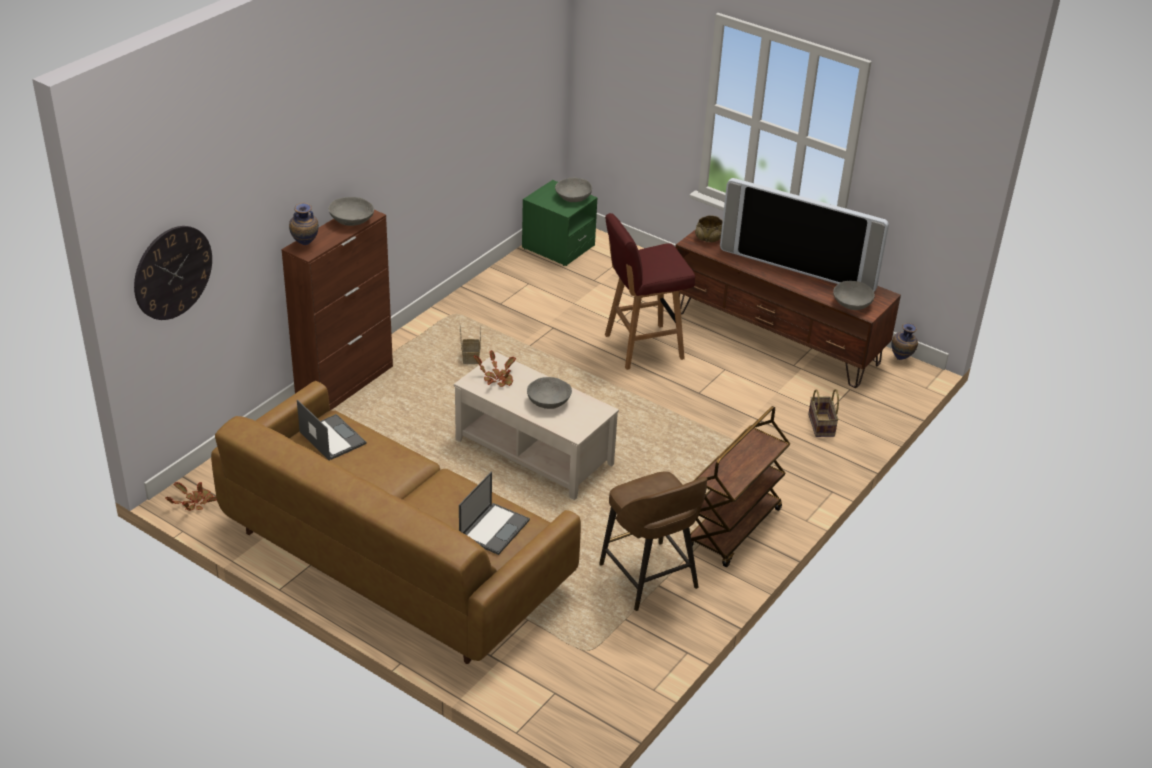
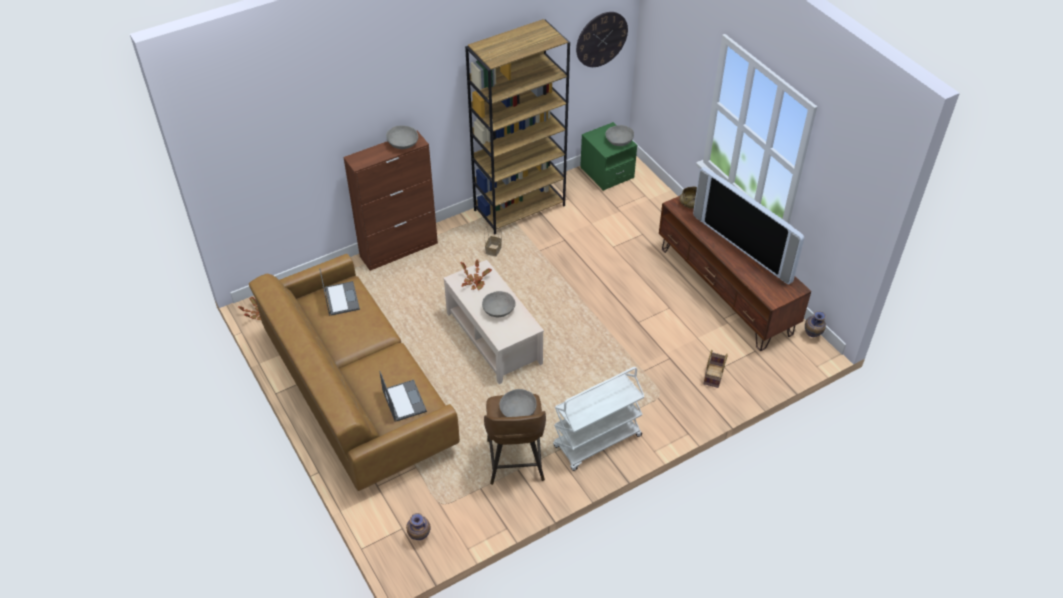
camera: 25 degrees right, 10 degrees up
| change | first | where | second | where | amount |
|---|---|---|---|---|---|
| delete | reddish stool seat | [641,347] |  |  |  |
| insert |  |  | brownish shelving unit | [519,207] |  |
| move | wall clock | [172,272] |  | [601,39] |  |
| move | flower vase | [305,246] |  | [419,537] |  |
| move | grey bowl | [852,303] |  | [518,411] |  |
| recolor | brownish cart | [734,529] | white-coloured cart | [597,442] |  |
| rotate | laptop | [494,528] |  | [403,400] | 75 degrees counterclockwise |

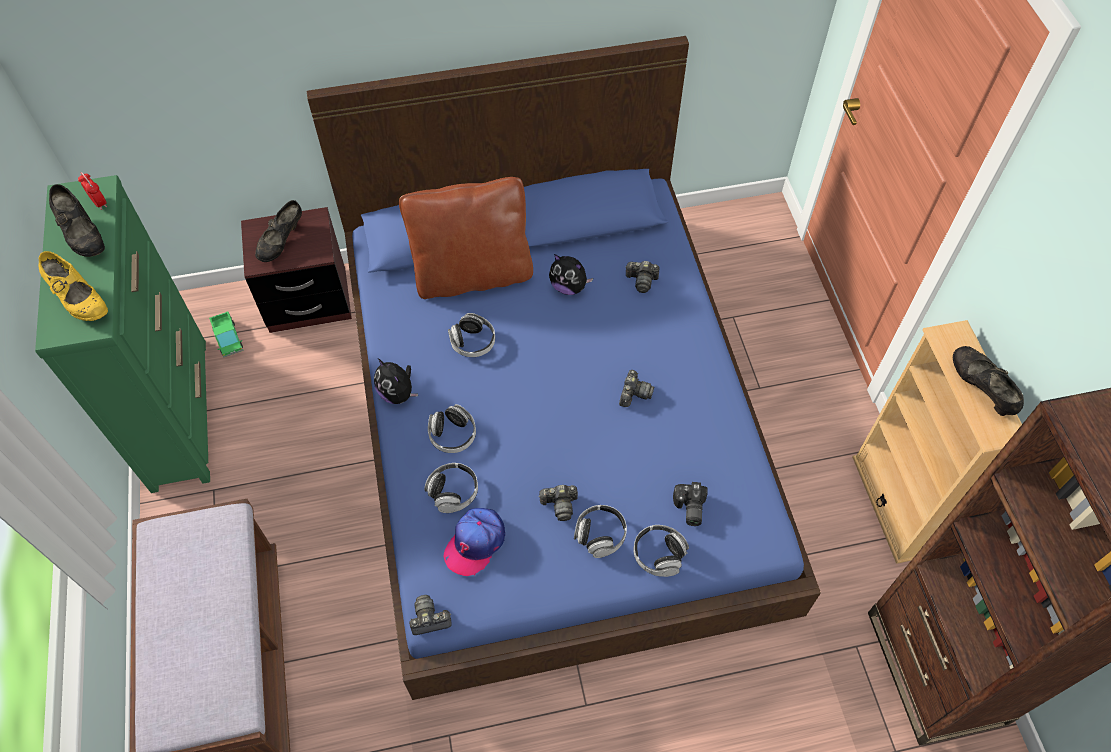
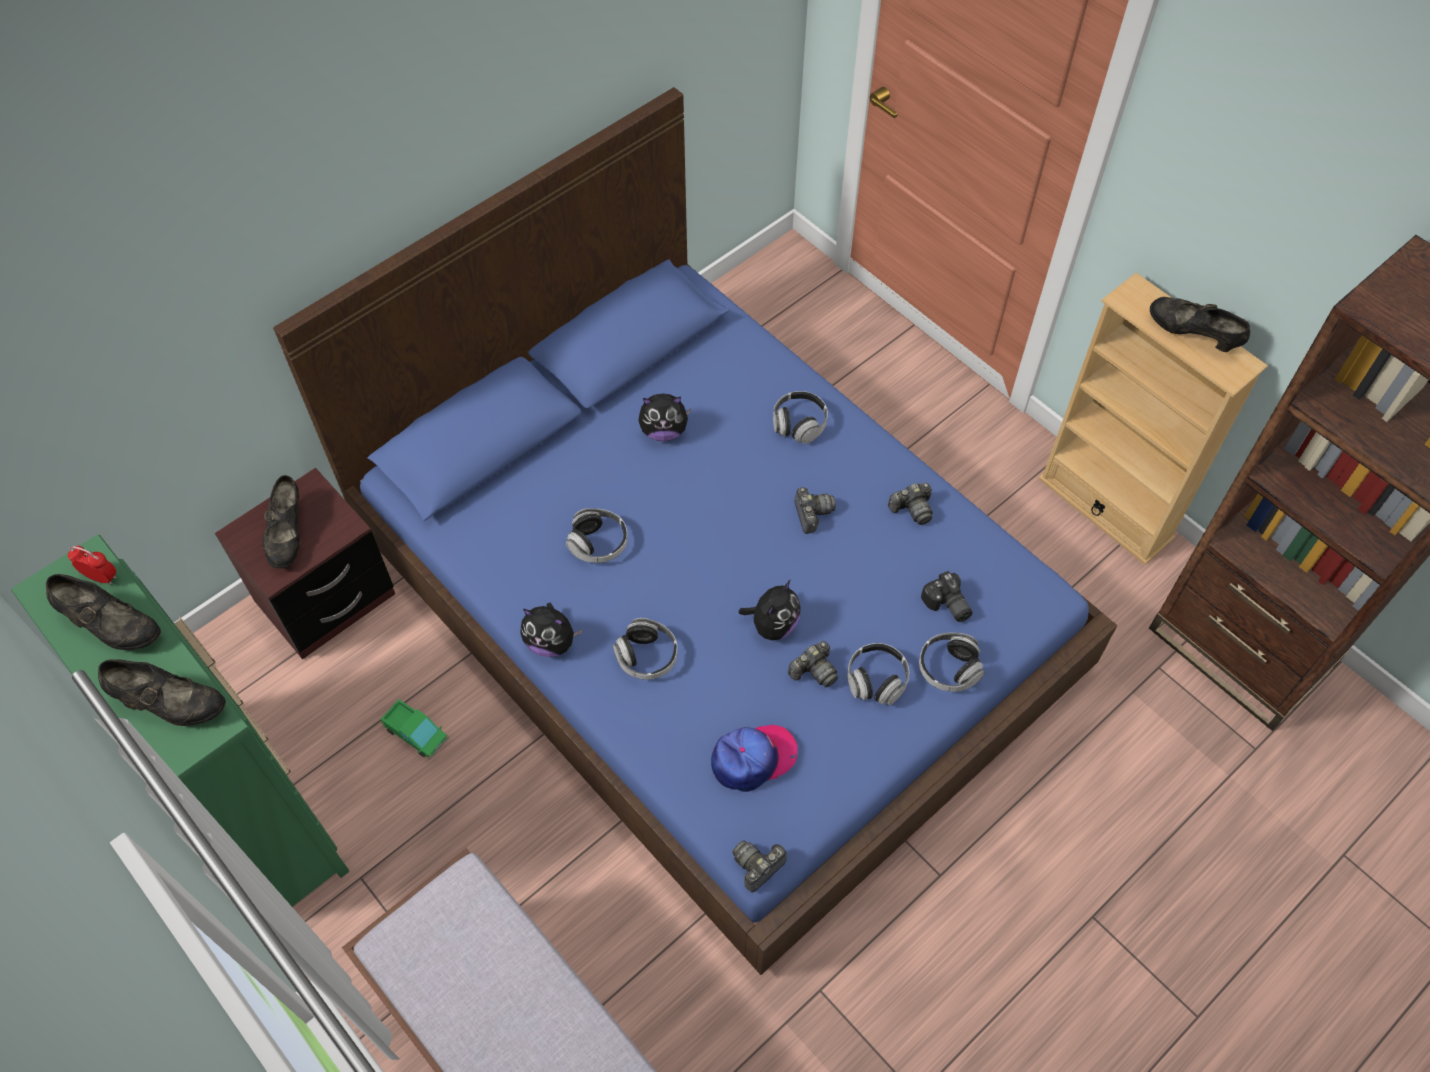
camera: 30 degrees left, 0 degrees up
| change | first | where | second | where | amount |
|---|---|---|---|---|---|
| delete | brownish pillow | [472,274] |  |  |  |
| insert |  |  | soft toy | [773,625] |  |
| move | model truck | [228,339] |  | [416,733] |  |
| move | pair of headphones | [453,492] |  | [799,424] |  |
| move | still camera | [641,281] |  | [912,509] |  |
| recolor | yellowish item of footwear | [80,301] | black item of footwear | [171,705] |  |
| rotate | peaked cap | [475,543] |  | [753,759] | 120 degrees counterclockwise |

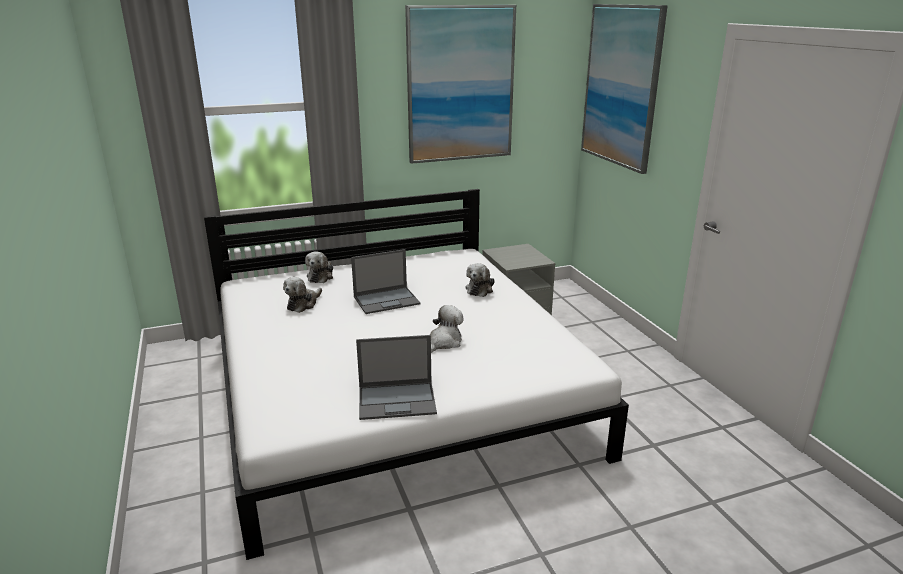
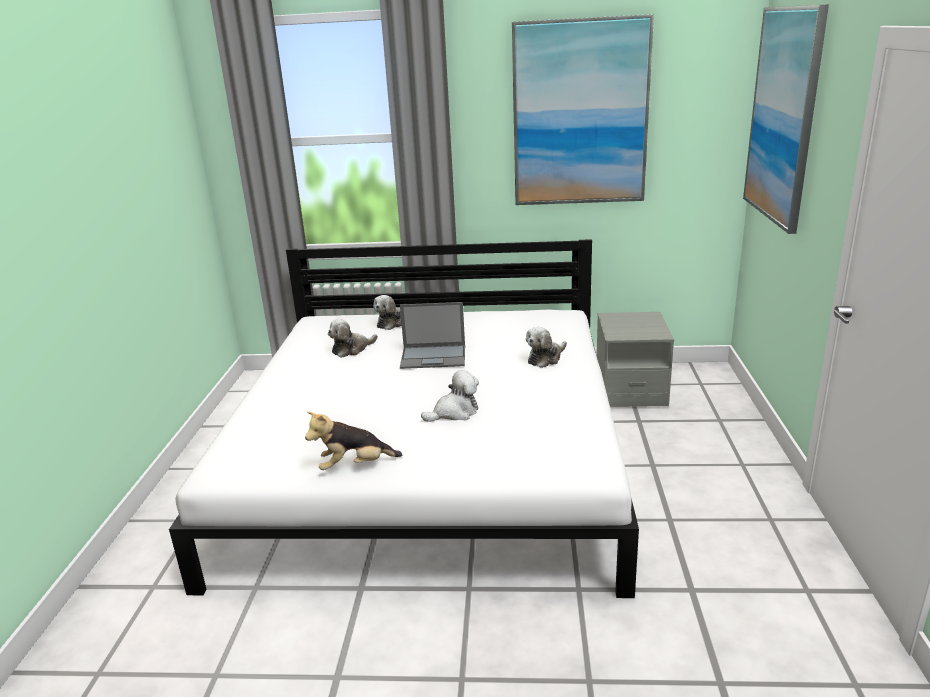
camera: 25 degrees right, 0 degrees up
| change | first | where | second | where | amount |
|---|---|---|---|---|---|
| replace | laptop | [398,400] | soft toy | [354,466] |  |

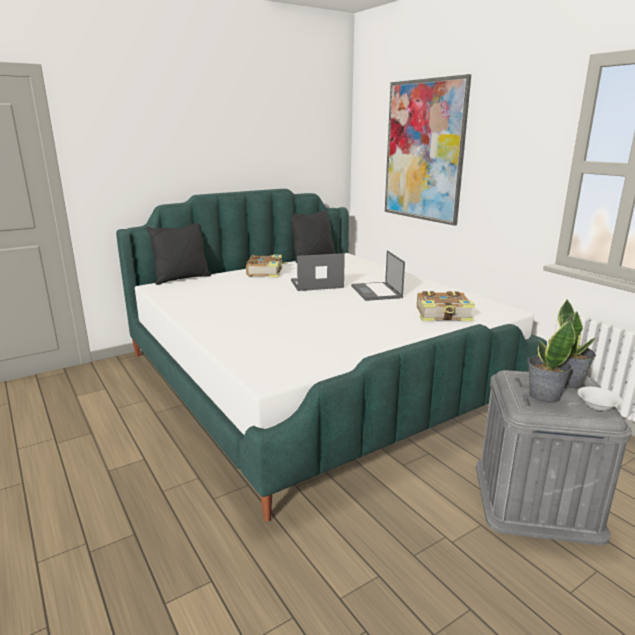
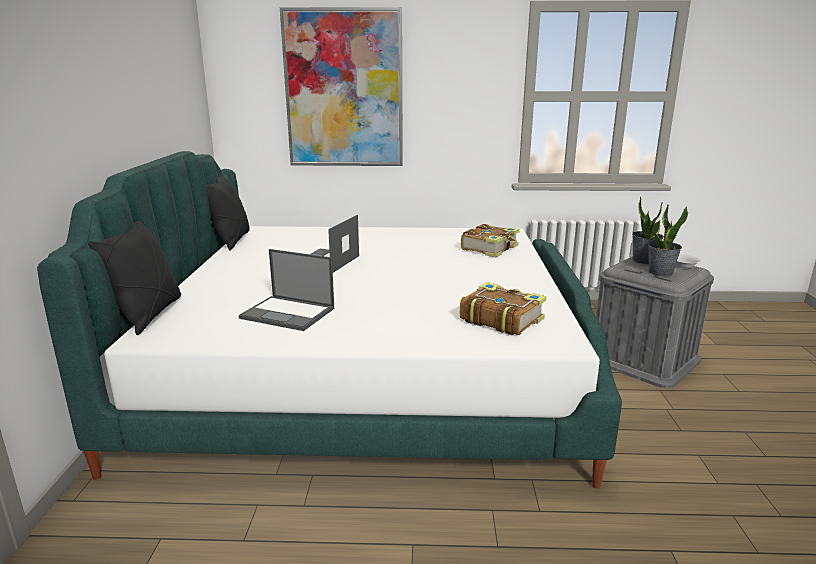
camera: 55 degrees left, 0 degrees up
| change | first | where | second | where | amount |
|---|---|---|---|---|---|
| move | book | [266,272] |  | [501,319] |  |
| move | laptop | [376,292] |  | [289,313] |  |

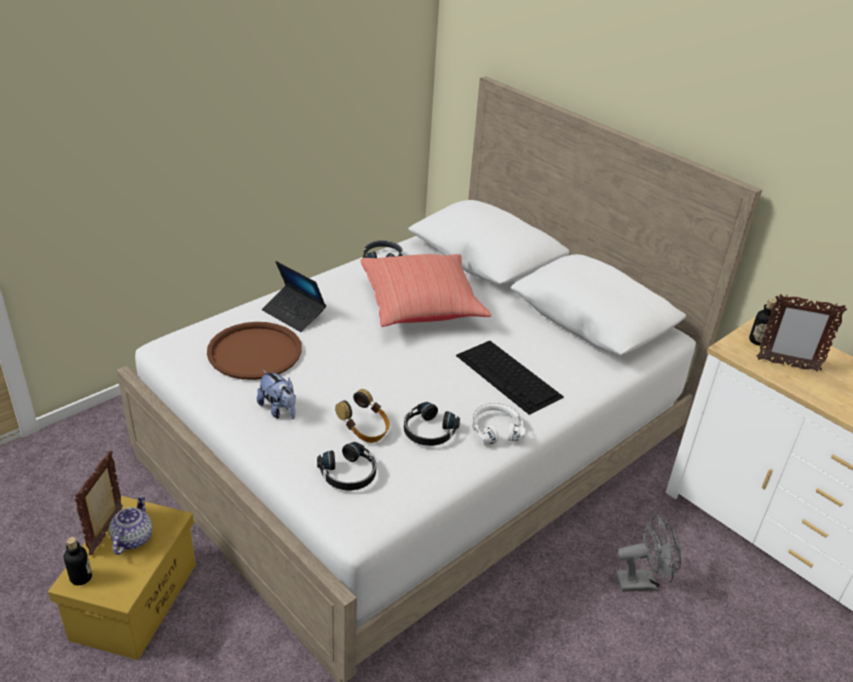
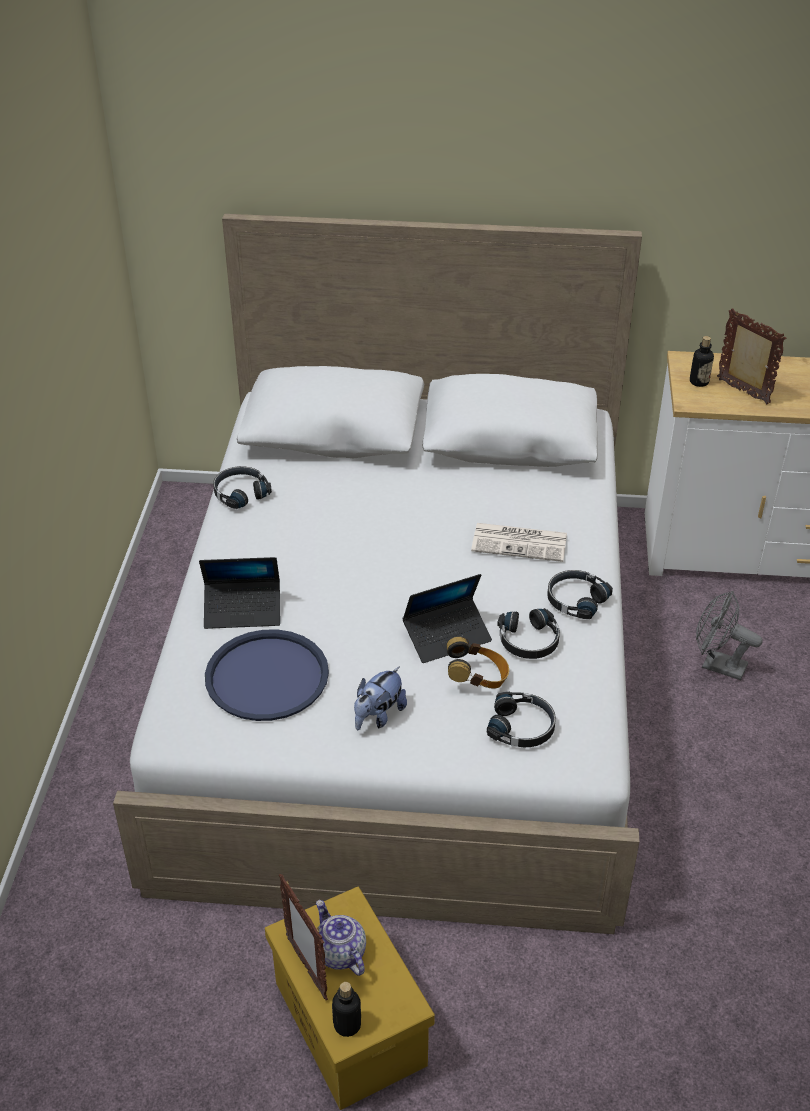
camera: 40 degrees left, 5 degrees up
| change | first | where | second | where | amount |
|---|---|---|---|---|---|
| delete | reddish pillow | [422,308] |  |  |  |
| insert |  |  | laptop | [447,636] |  |
| replace | computer keyboard | [509,376] | daily paper | [521,542] |  |
| recolor | brownish serving tray | [255,352] | blue serving tray | [267,676] |  |
| recolor | white-coloured pair of headphones | [496,429] | black pair of headphones | [575,600] |  |
| rotate | soft toy | [279,410] |  | [378,716] | 120 degrees clockwise |
| rotate | grey cooling fan | [643,581] |  | [717,665] | 105 degrees counterclockwise |
| rotate | photo frame | [787,365] |  | [743,392] | 105 degrees counterclockwise |

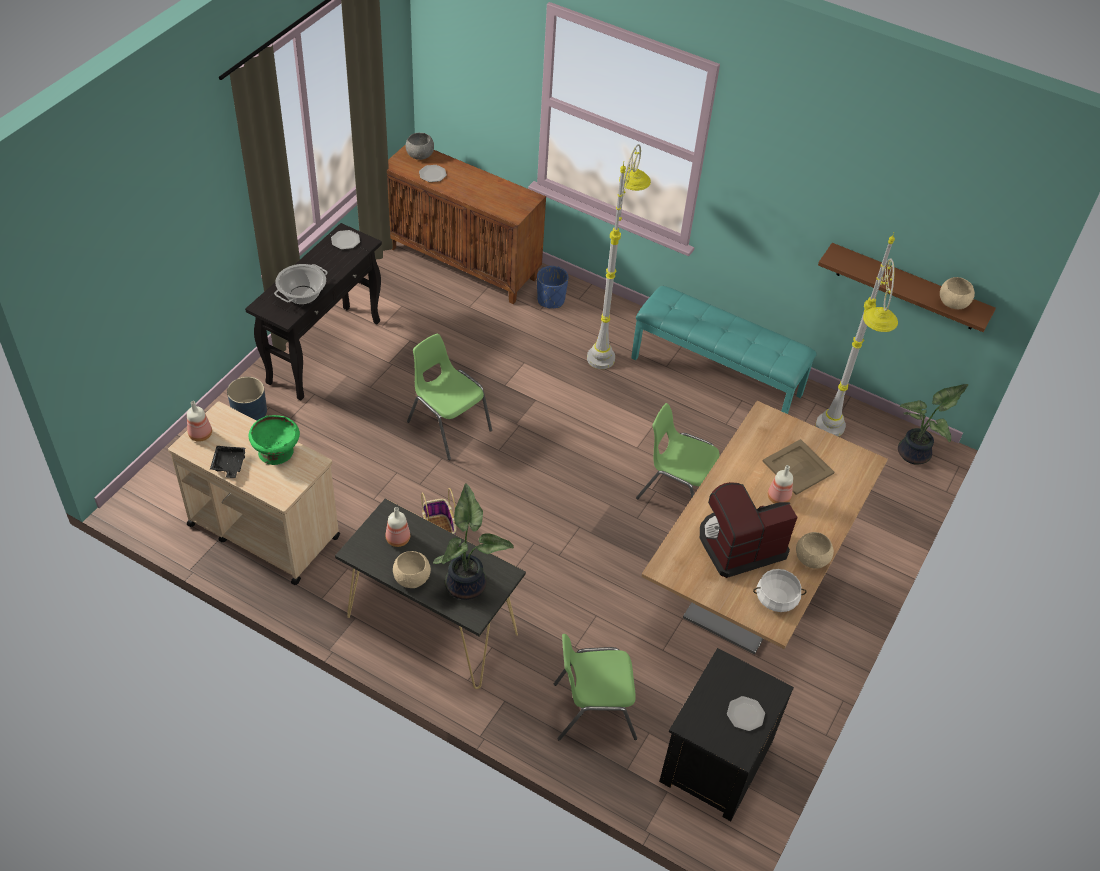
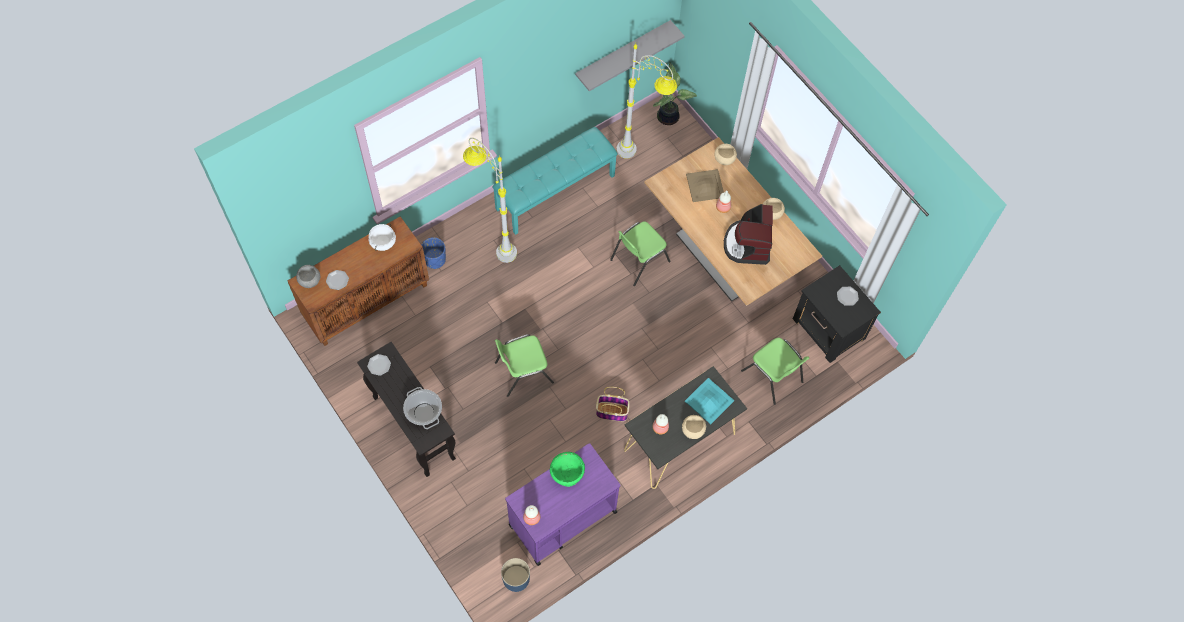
camera: 65 degrees left, 15 degrees up
| change | first | where | second | where | amount |
|---|---|---|---|---|---|
| delete | black serving tray | [229,465] |  |  |  |
| move | blue flower pot | [249,411] |  | [516,578] |  |
| move | white-coloured stockpot | [776,599] |  | [383,241] |  |
| move | sand-coloured bowl | [953,302] |  | [724,159] |  |
| replace | plant in a pot | [467,583] | turquoise-coloured serving tray | [709,400] |  |
| recolor | sand-coloured cart | [263,530] | purple cart | [562,518] |  |
| recolor | brownish bracket shelf | [907,287] | grey bracket shelf | [622,53] |  |
| rotate | green-coloured plain chair | [592,709] |  | [773,377] | 60 degrees counterclockwise |

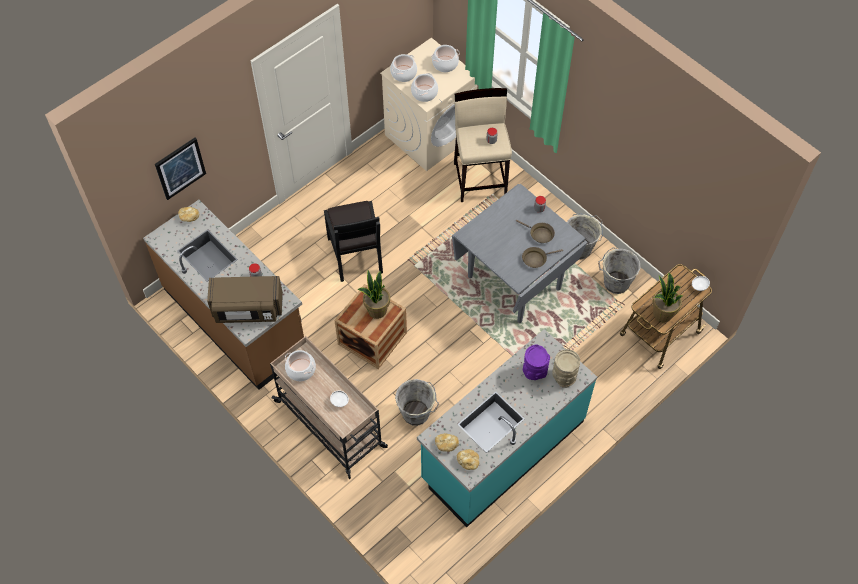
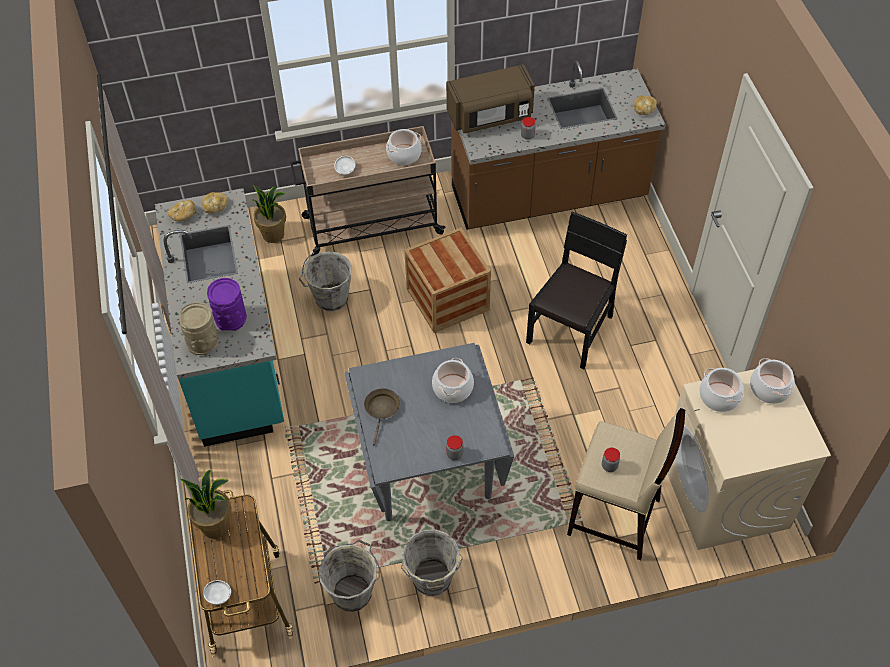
camera: 120 degrees right, 5 degrees down
| change | first | where | second | where | amount |
|---|---|---|---|---|---|
| delete | wall art | [180,168] |  |  |  |
| delete | brownish skillet | [539,234] |  |  |  |
| move | plant in a pot | [376,310] |  | [273,234] |  |
| move | stockpot | [445,64] |  | [453,388] |  |
| rotate | brownish kitchen microwave | [247,309] |  | [490,116] | 135 degrees counterclockwise |
| rotate | black plain chair | [356,254] |  | [571,330] | 105 degrees clockwise |

